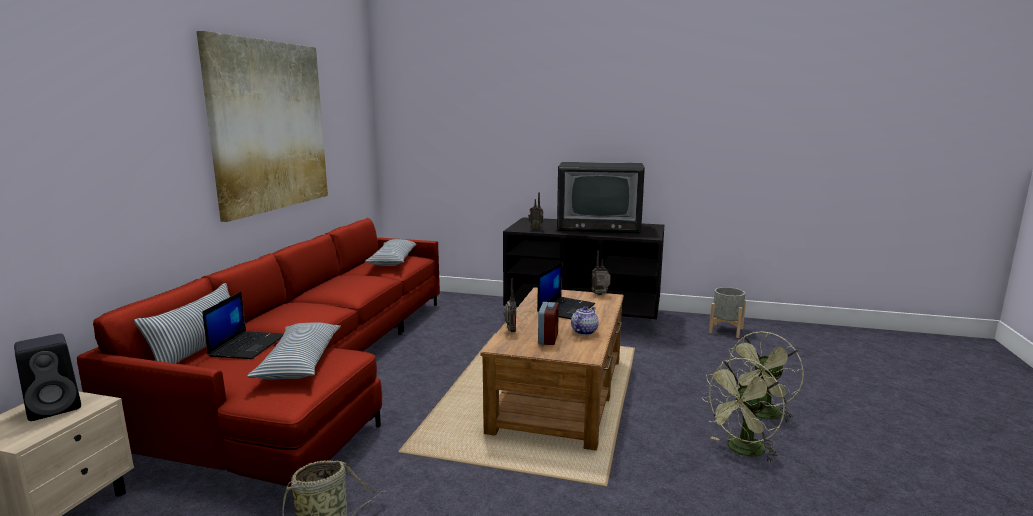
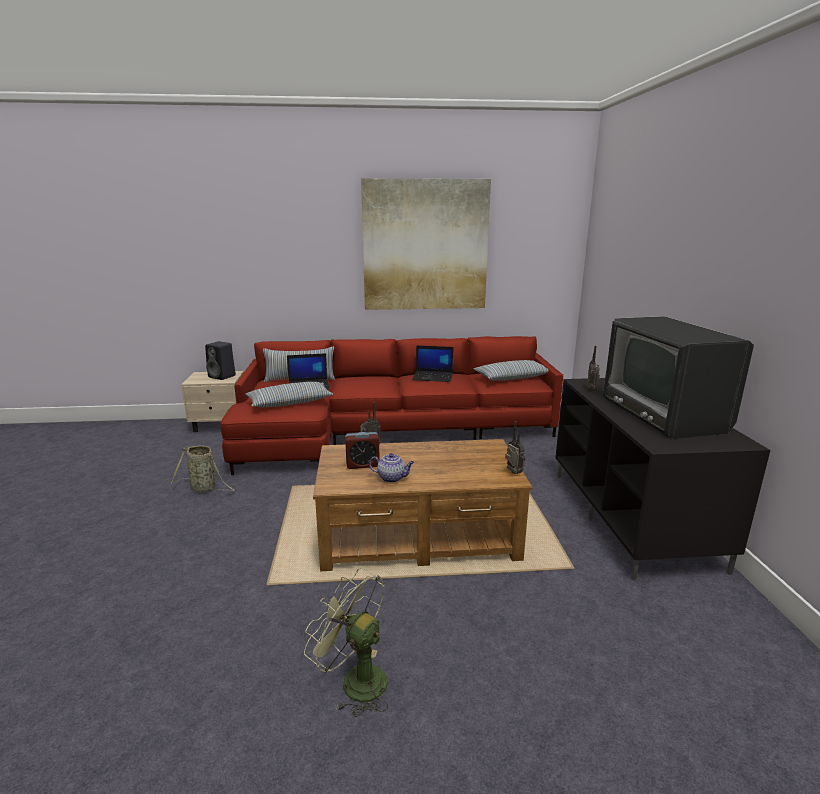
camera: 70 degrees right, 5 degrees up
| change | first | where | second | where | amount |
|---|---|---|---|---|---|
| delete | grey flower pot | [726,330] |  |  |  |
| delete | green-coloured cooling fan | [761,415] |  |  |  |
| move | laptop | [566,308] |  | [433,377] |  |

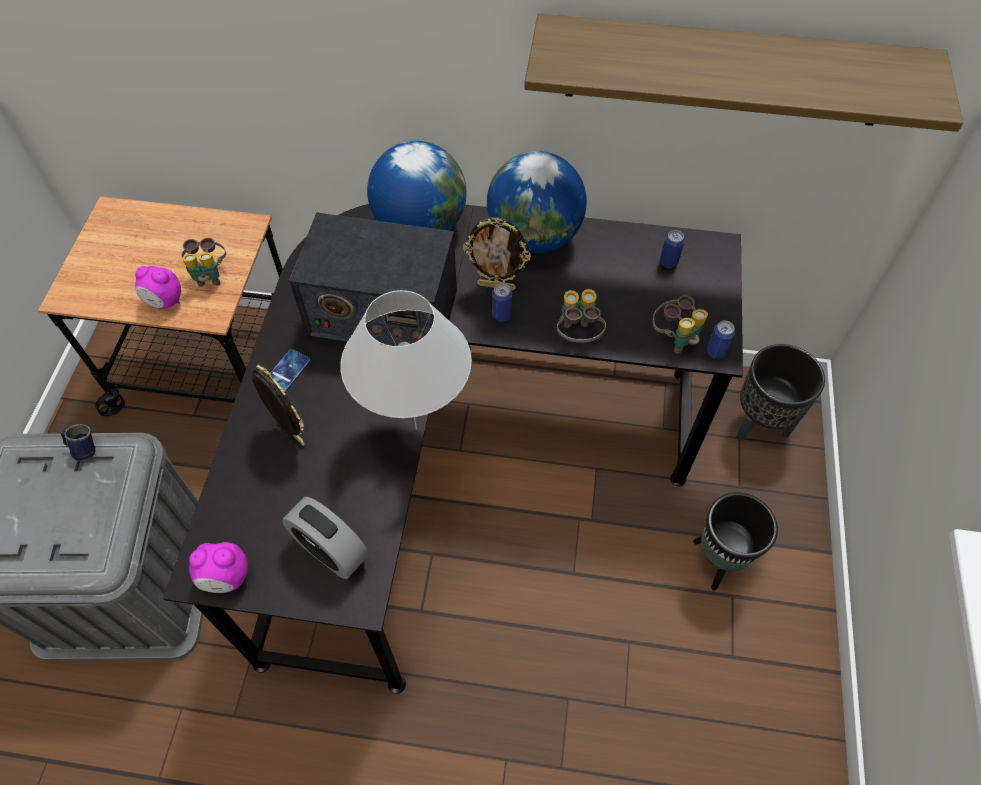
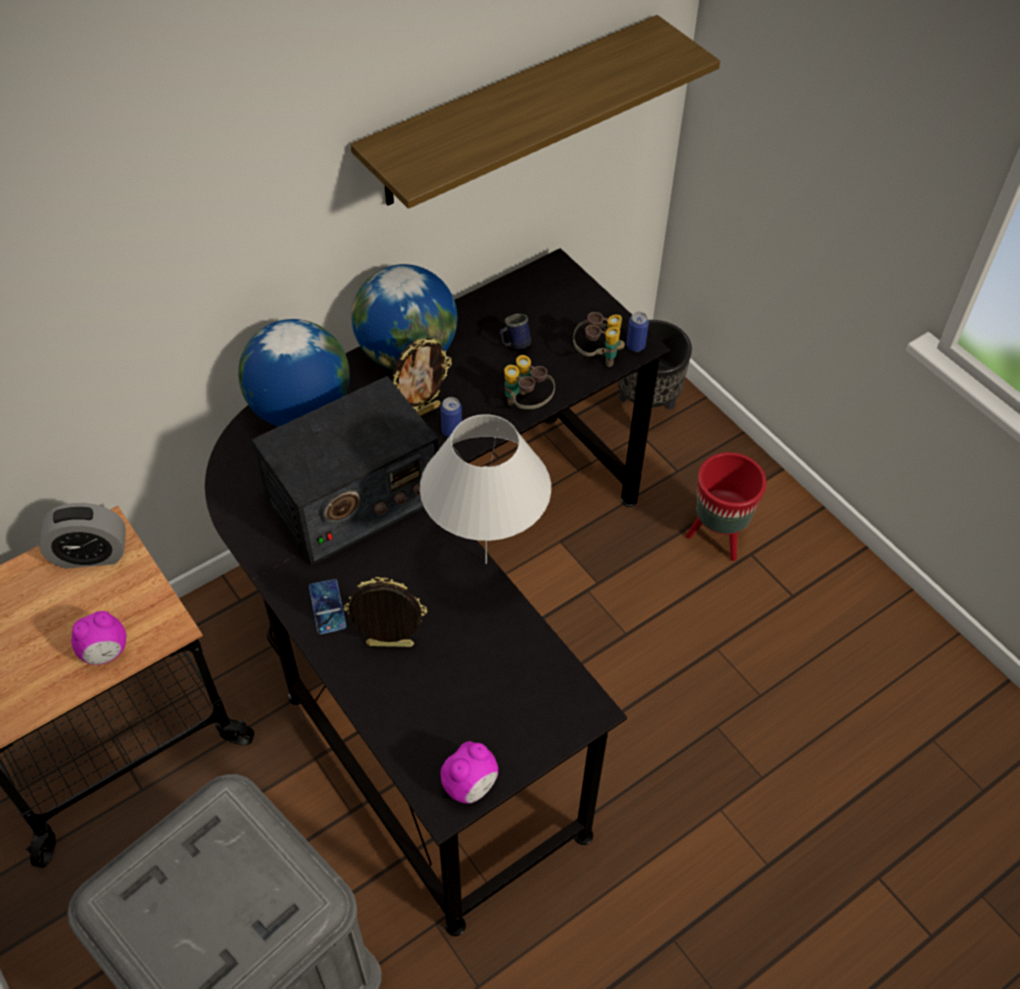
camera: 45 degrees left, 5 degrees down
| change | first | where | second | where | amount |
|---|---|---|---|---|---|
| delete | field glasses | [210,275] |  |  |  |
| delete | metal can | [668,262] |  |  |  |
| move | blue coffee mug | [84,449] |  | [514,344] |  |
| move | alarm clock | [330,550] |  | [91,555] |  |
| recolor | black flower pot | [717,561] | reddish flower pot | [717,538] |  |

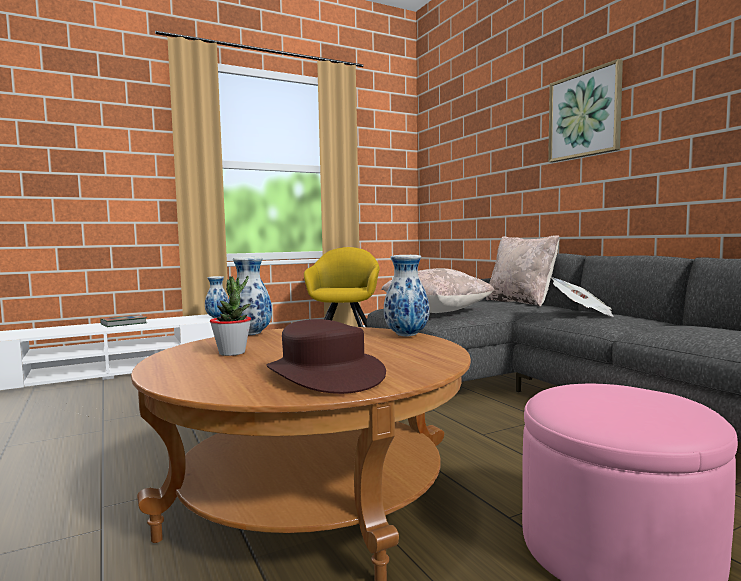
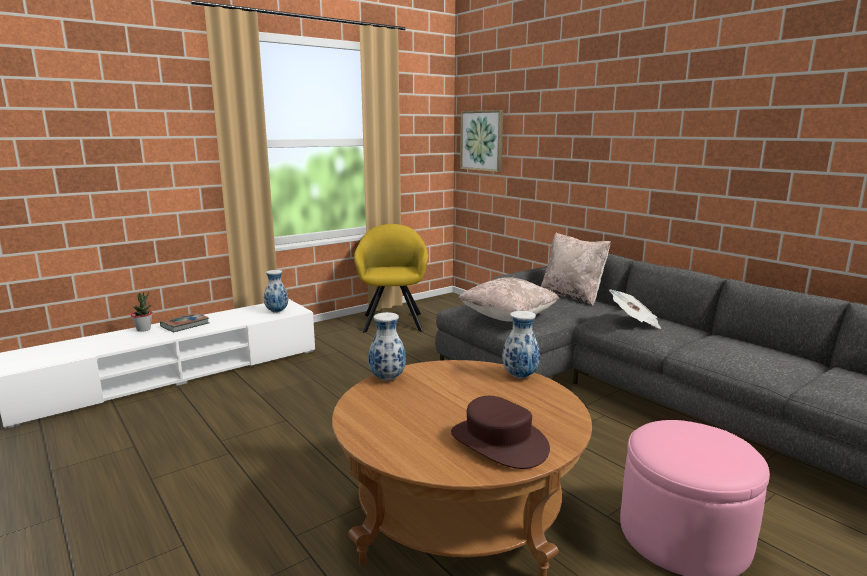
camera: 10 degrees left, 10 degrees up
| change | first | where | second | where | amount |
|---|---|---|---|---|---|
| move | plant in a pot | [232,353] |  | [143,329] |  |
| move | wall art | [584,115] |  | [482,140] |  |

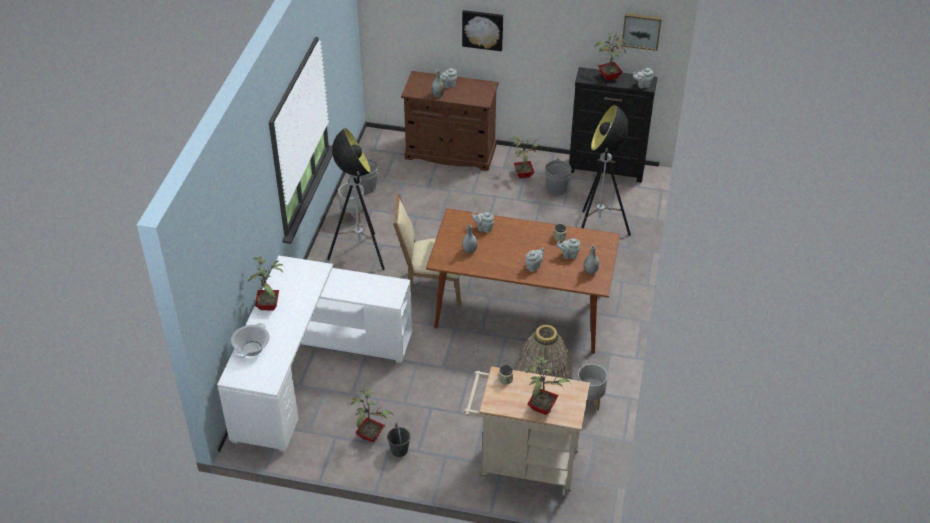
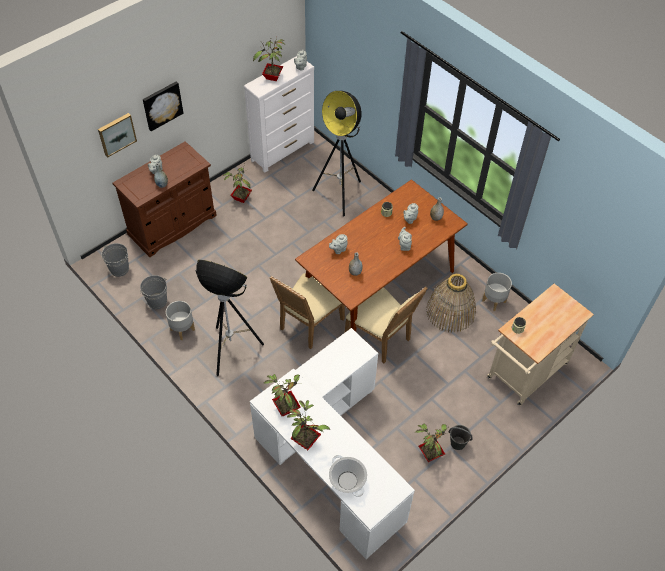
camera: 55 degrees left, 10 degrees up
| change | first | where | second | where | amount |
|---|---|---|---|---|---|
| insert |  |  | sand-coloured plain chair | [381,338] |  |
| move | plant in a pot | [542,406] |  | [286,407] |  |
| move | grey pail | [556,189] |  | [119,269] |  |
| move | wall art | [641,30] |  | [116,134] |  |
| recolor | black chest of drawers | [607,169] | white-coloured chest of drawers | [283,151] |  |

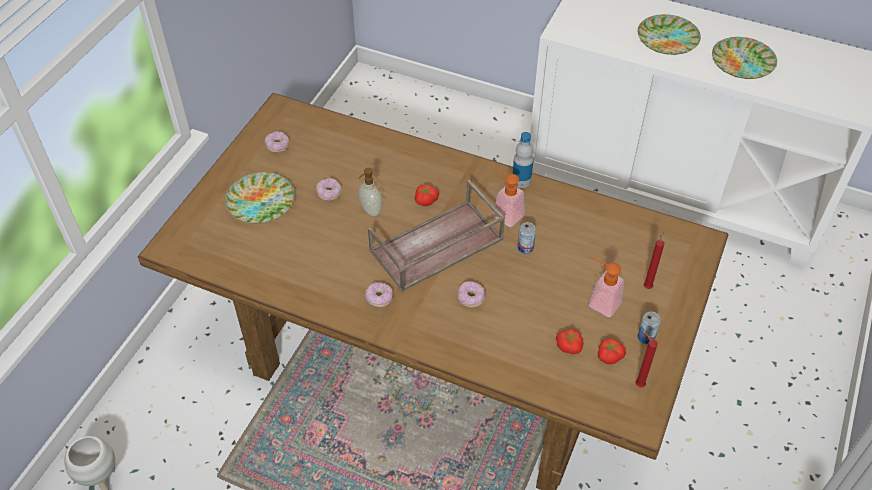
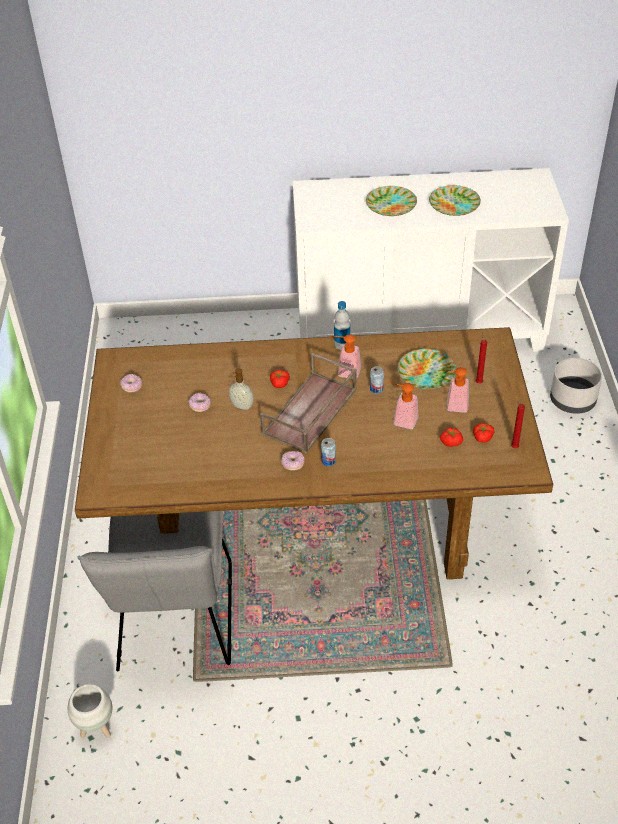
camera: 25 degrees left, 5 degrees down
| change | first | where | second | where | amount |
|---|---|---|---|---|---|
| delete | doughnut | [470,298] |  |  |  |
| insert |  |  | grey plain chair | [175,625] |  |
| insert |  |  | liquid soap bottle | [401,420] |  |
| insert |  |  | grey flower pot | [573,401] |  |
| move | plate | [261,202] |  | [427,373] |  |
| move | metal can | [646,337] |  | [328,461] |  |

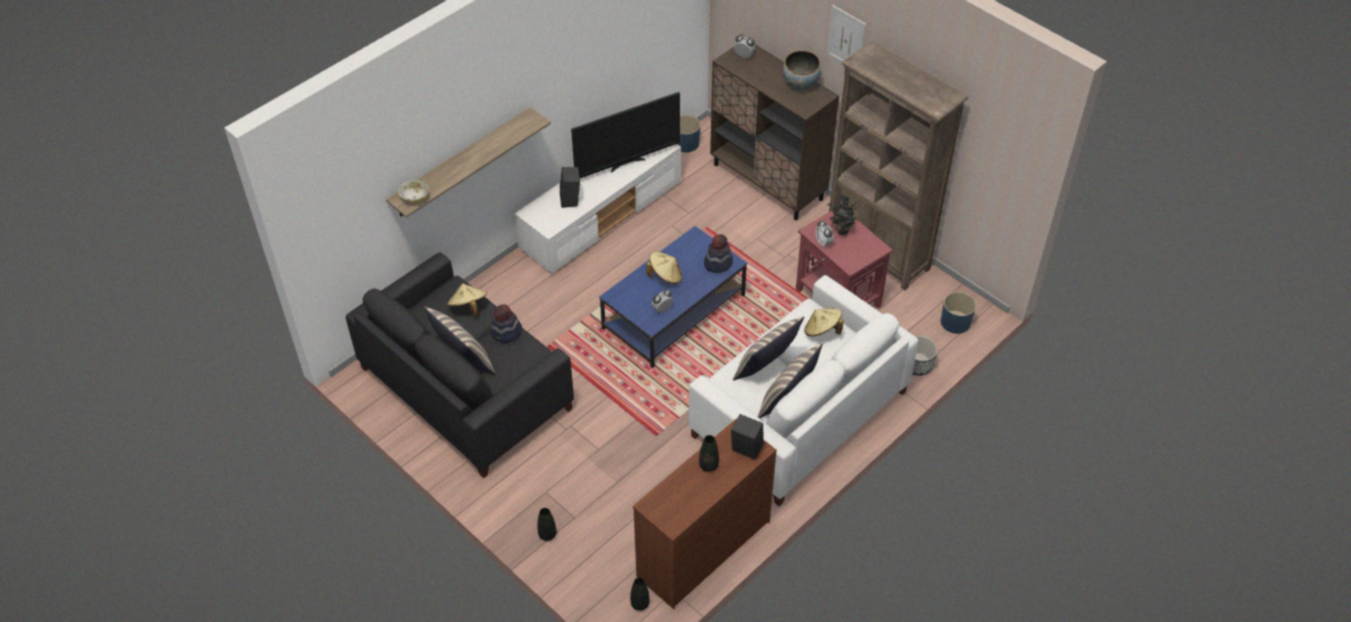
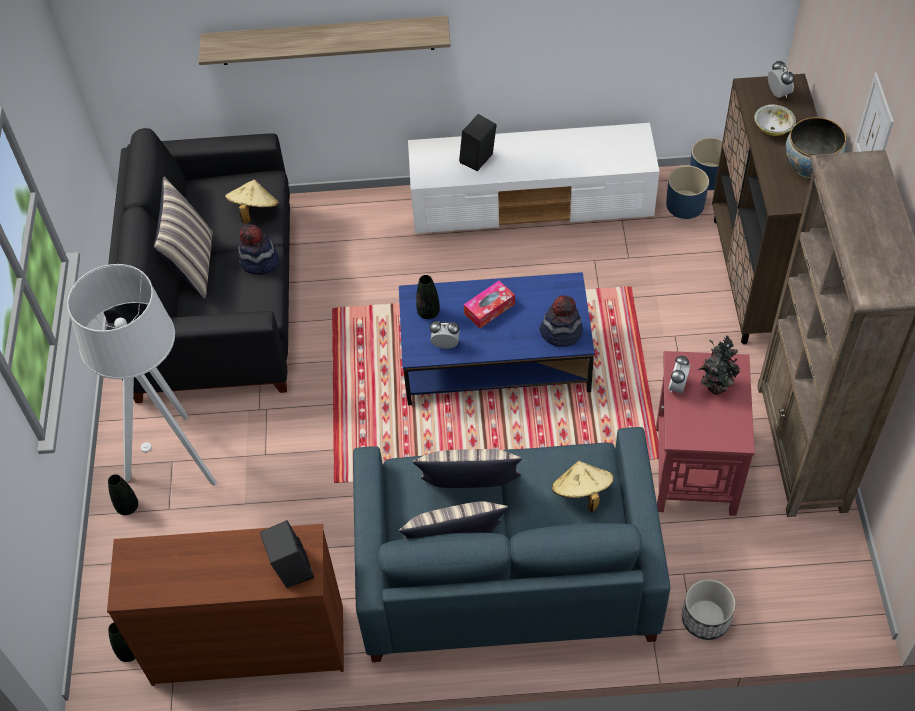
camera: 45 degrees right, 5 degrees up
| change | first | where | second | where | amount |
|---|---|---|---|---|---|
| delete | TV set | [627,163] |  |  |  |
| insert |  |  | grey standard lamp | [176,459] |  |
| move | bowl | [414,197] |  | [773,128] |  |
| move | black flower vase | [708,465] |  | [428,312] |  |
| move | blue flower pot | [955,322] |  | [685,205] |  |
| replace | sand-coloured hat | [665,276] | tissue box | [489,309] |  |
| recolor | white-coloured settee | [798,413] | blue settee | [505,571] |  |

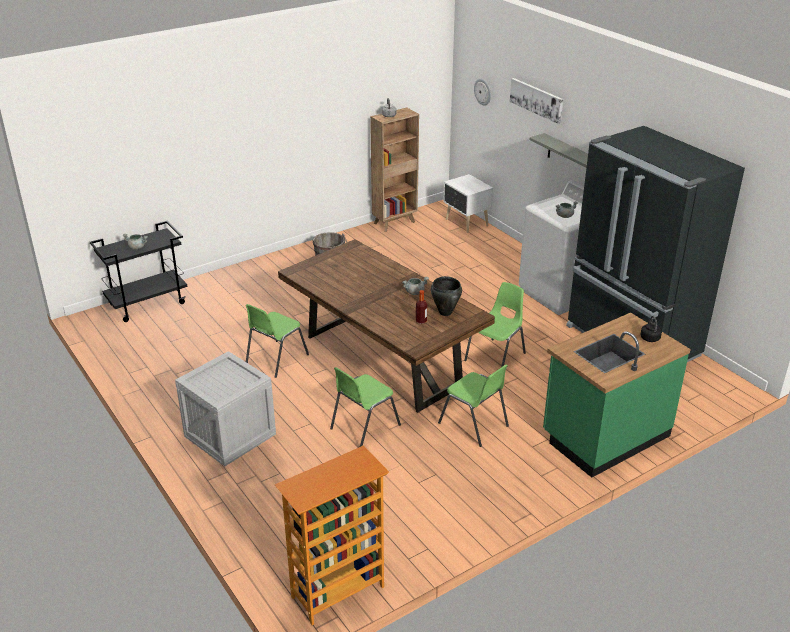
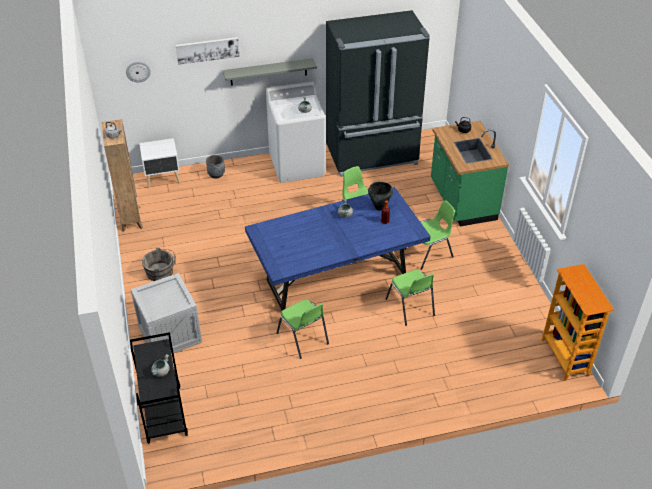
camera: 70 degrees left, 10 degrees up
| change | first | where | second | where | amount |
|---|---|---|---|---|---|
| insert |  |  | grey flower pot | [216,174] |  |
| move | packing crate | [229,435] |  | [169,335] |  |
| recolor | brownish kitchen table | [382,361] | blue kitchen table | [336,279] |  |

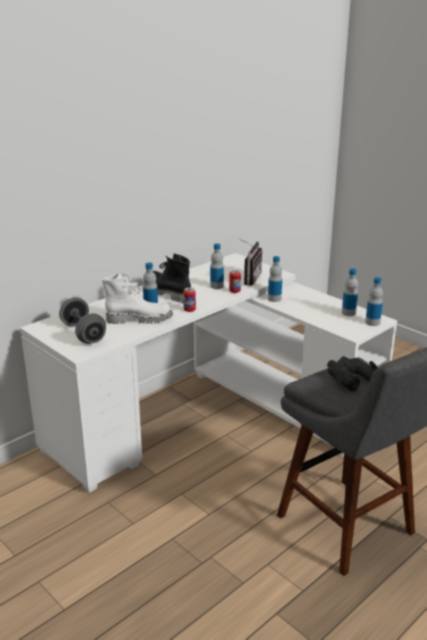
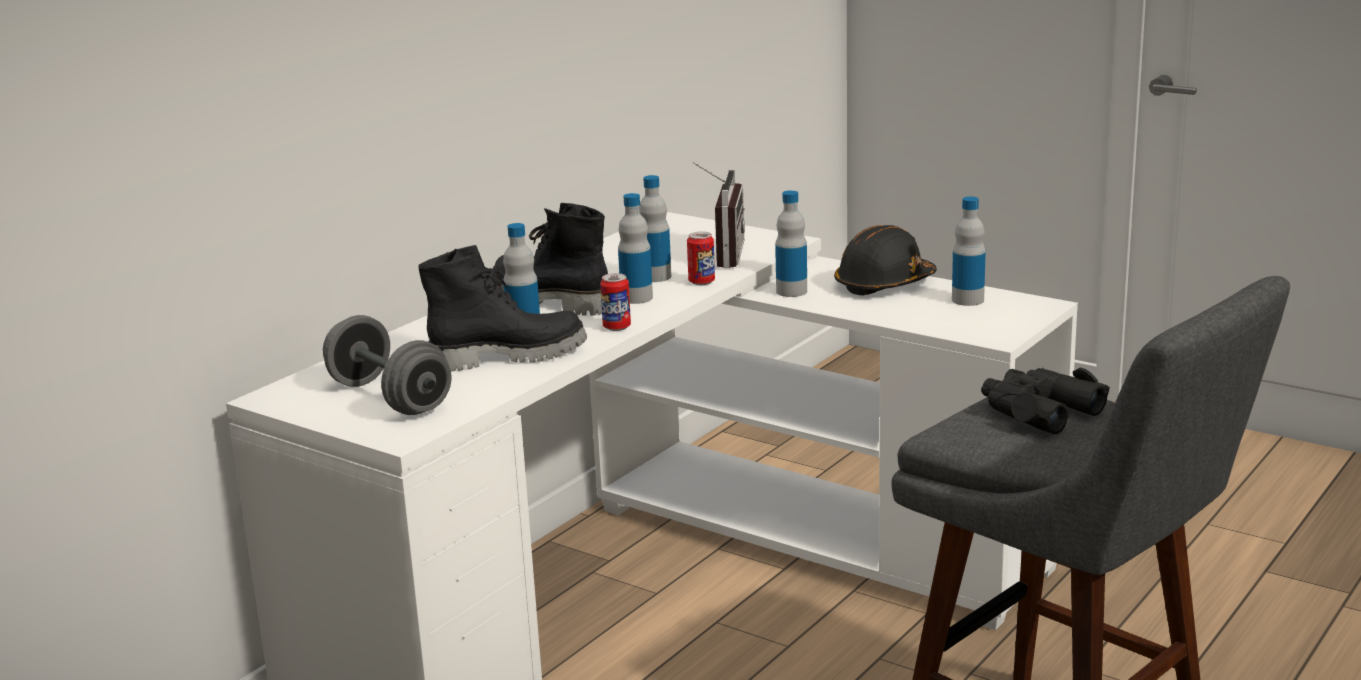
camera: 10 degrees left, 5 degrees down
| change | first | where | second | where | amount |
|---|---|---|---|---|---|
| insert |  |  | black safety helmet | [884,284] |  |
| move | bottle | [372,322] |  | [636,298] |  |
| recolor | white-coloured high-top boot | [139,319] | black high-top boot | [508,356] |  |

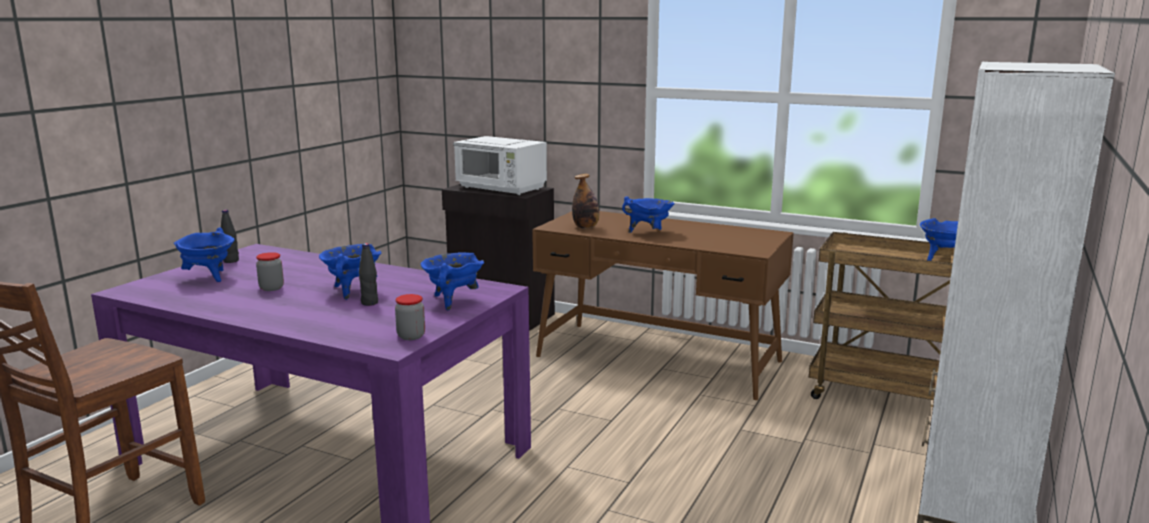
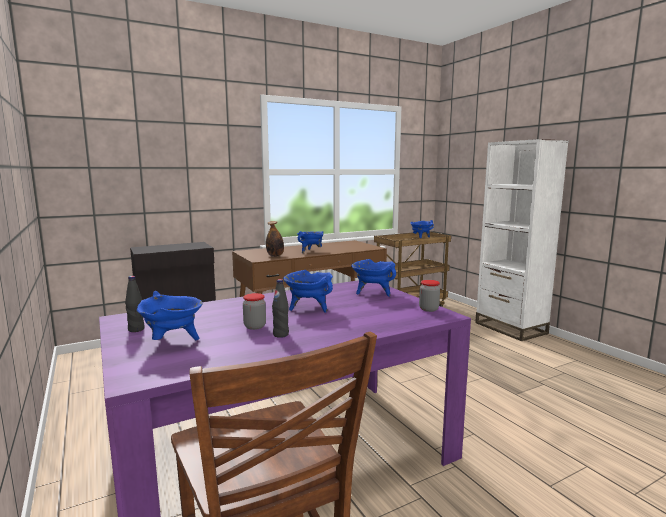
camera: 55 degrees left, 5 degrees down
| change | first | where | second | where | amount |
|---|---|---|---|---|---|
| delete | white-coloured kitchen microwave | [501,188] |  |  |  |
| move | black bottle | [369,303] |  | [281,334] |  |

